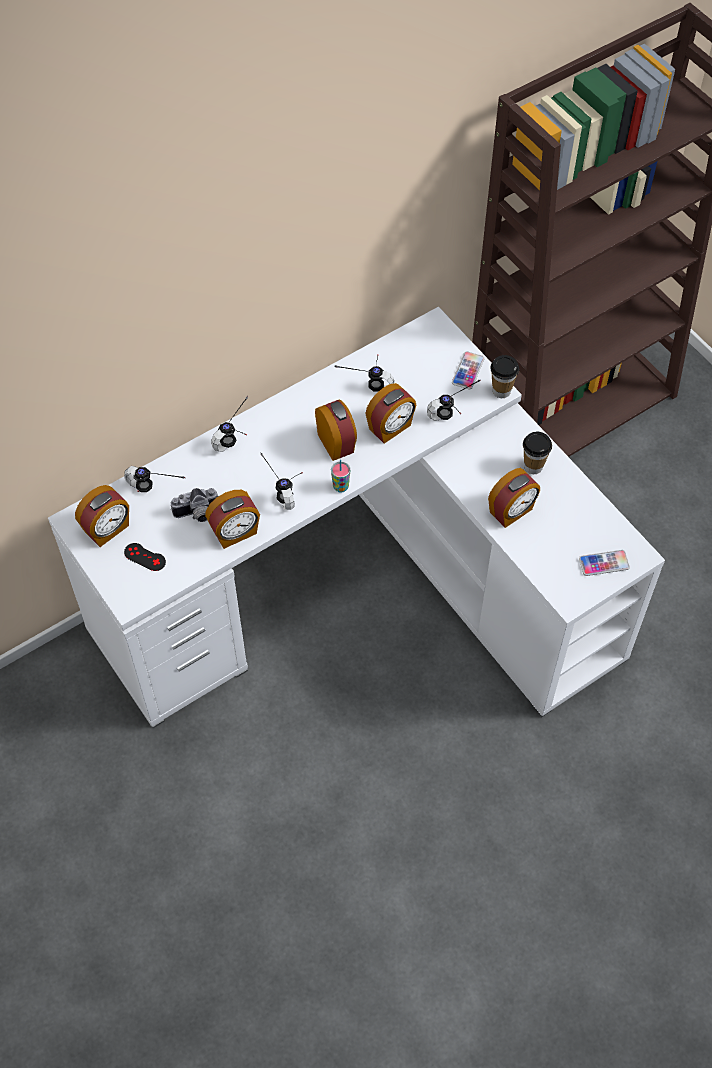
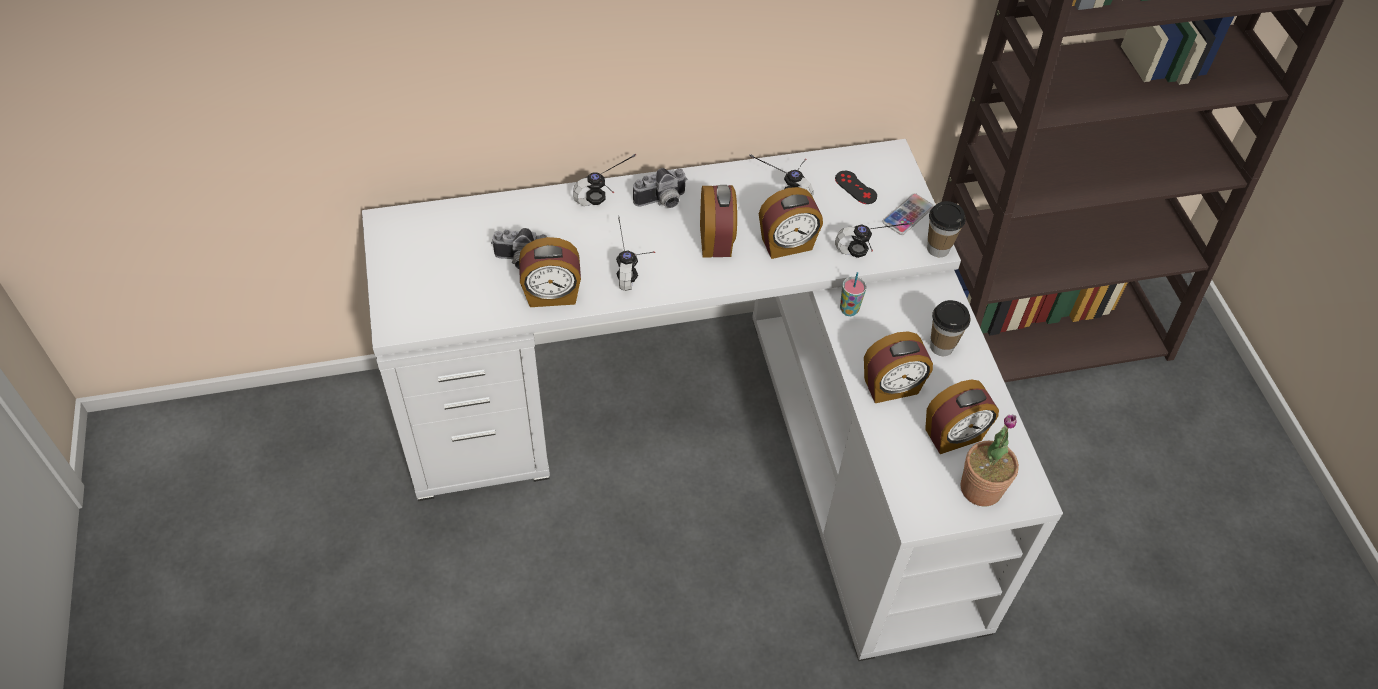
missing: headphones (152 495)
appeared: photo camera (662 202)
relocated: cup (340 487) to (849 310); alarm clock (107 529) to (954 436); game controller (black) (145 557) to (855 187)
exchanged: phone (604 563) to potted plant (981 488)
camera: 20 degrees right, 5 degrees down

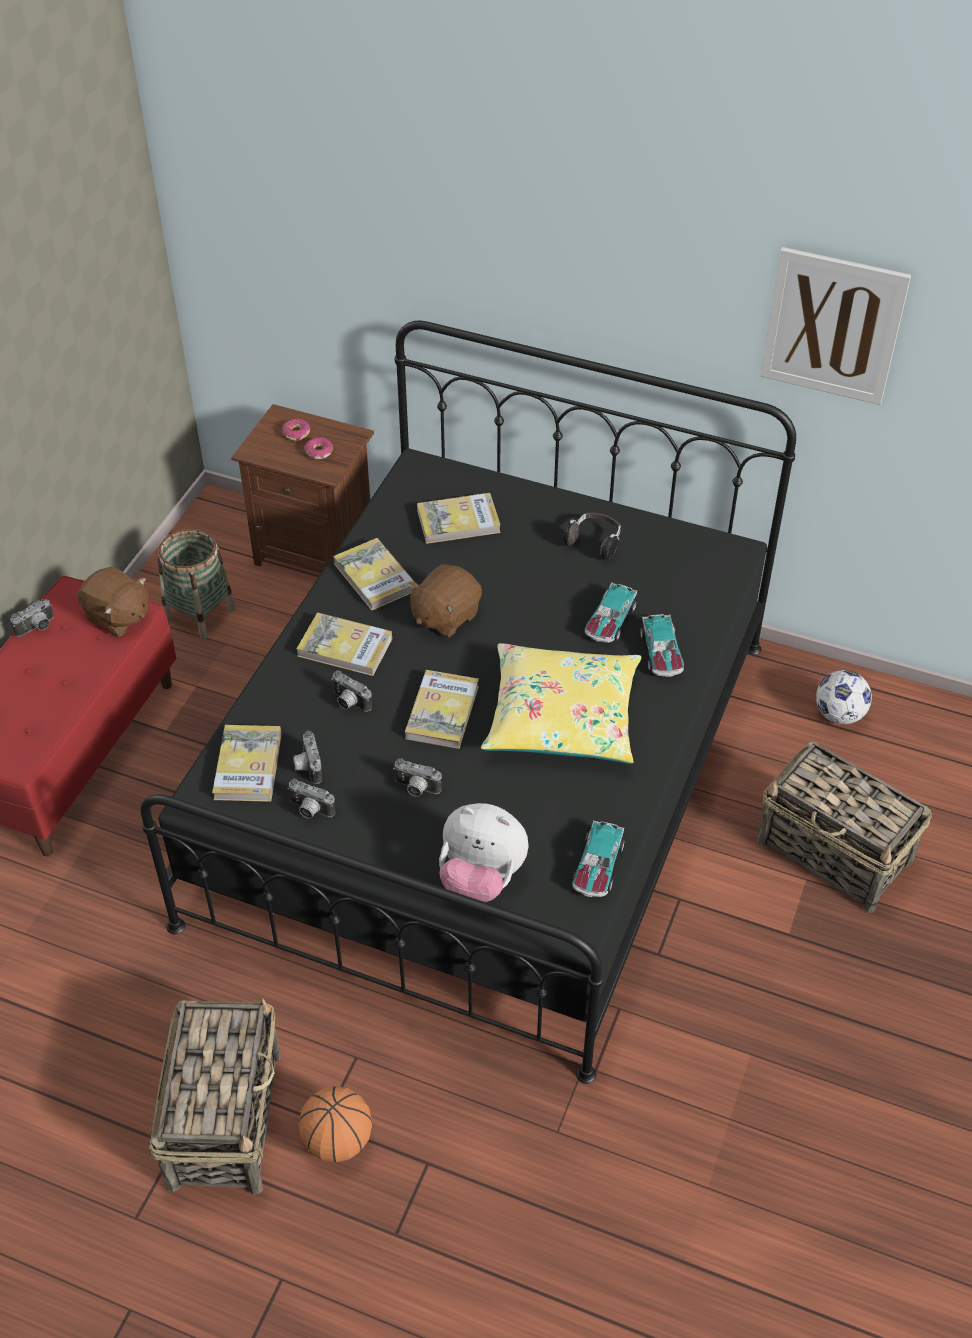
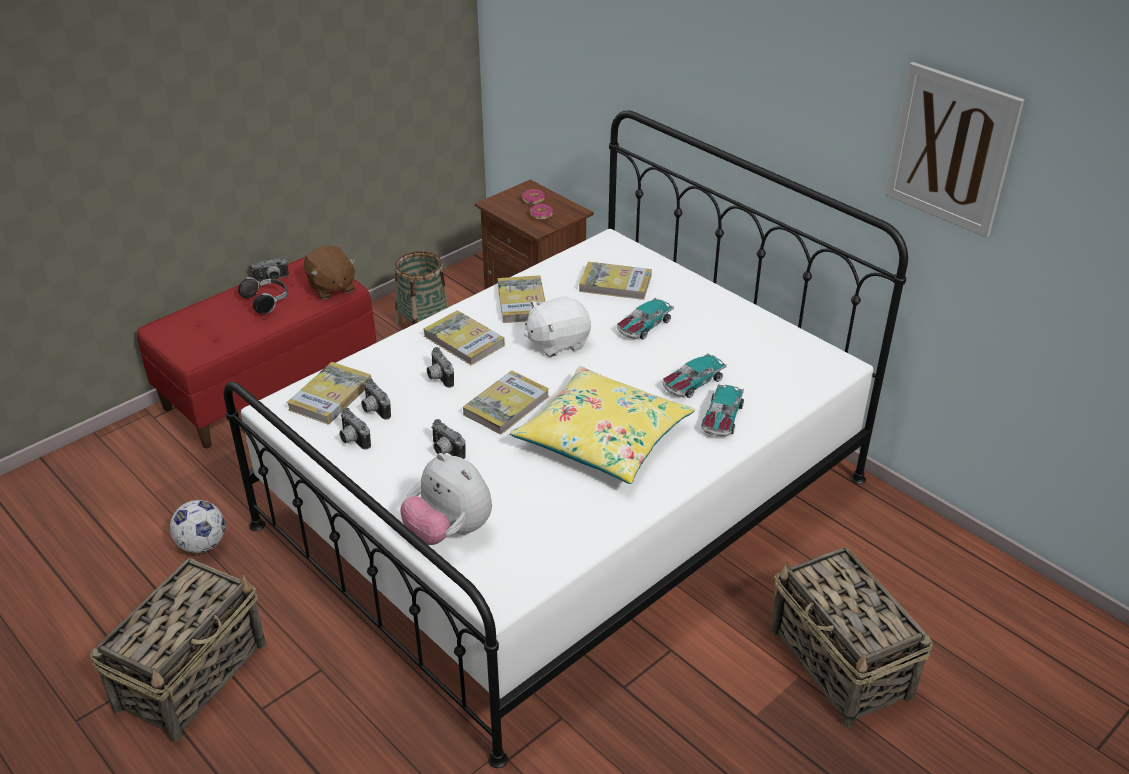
missing: basketball (337 1140)
relocated: headphones (594 542) to (267 302); football (839 714) to (202 545); toy car (597 867) to (644 326)
colour: bed (black) (485 777) to bed (white) (564 501); plush toy (brown) (445 616) to plush toy (white) (557 342)
spun: photo camera (307 766) = (373 410) 45 degrees counterclockwise
camera: 25 degrees right, 10 degrees down

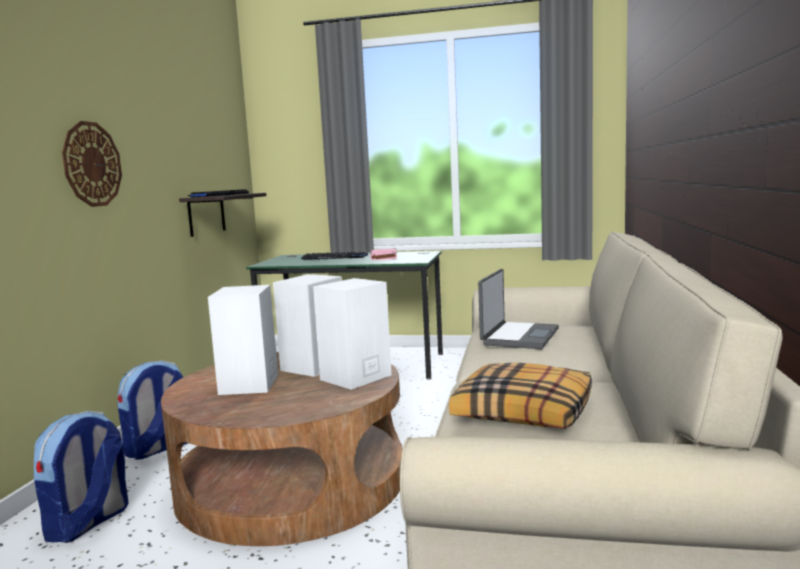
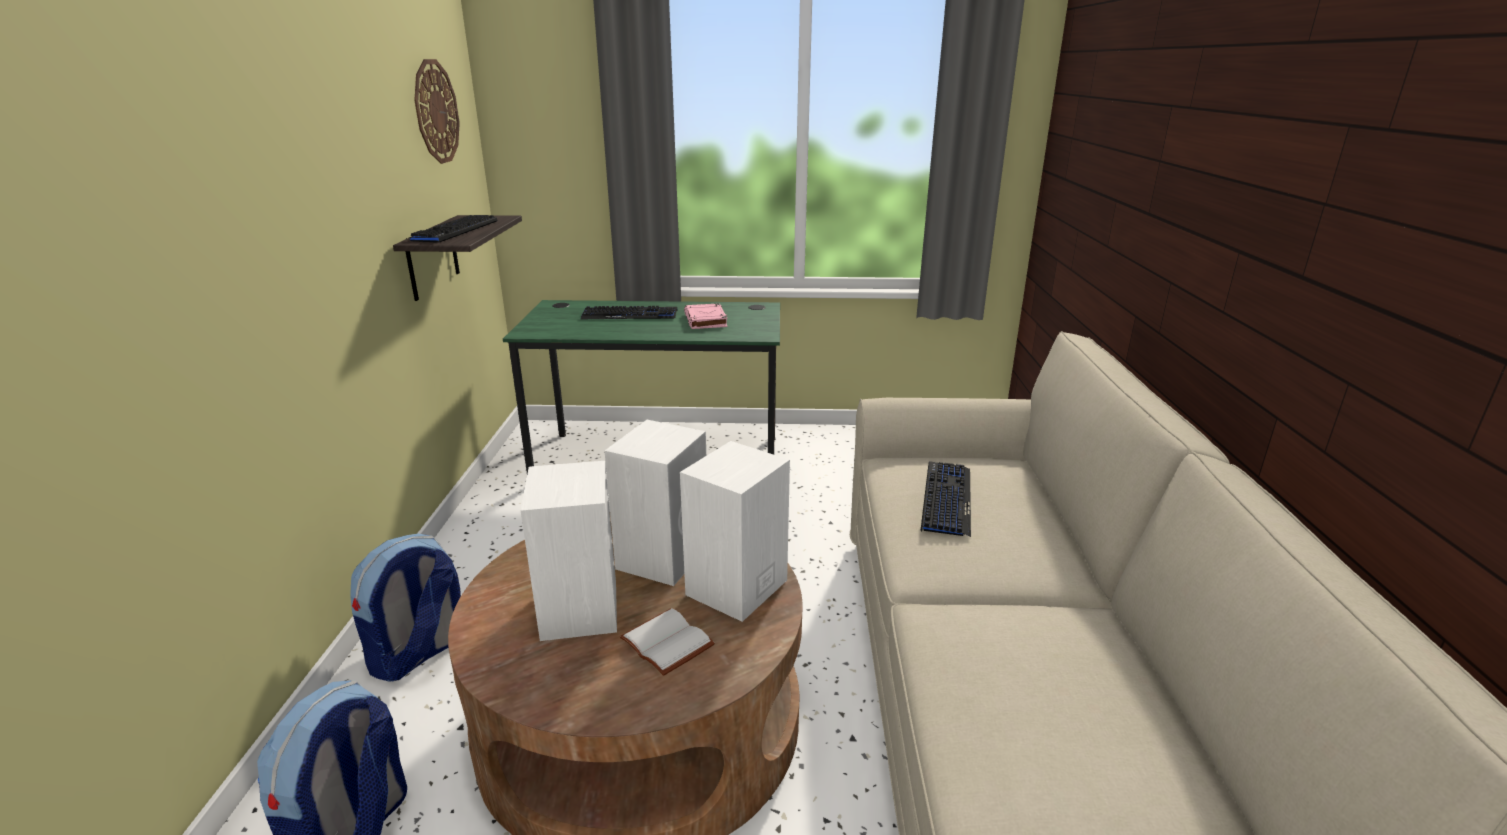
missing: pillow (524 412)
appeared: book (white) (669 642)
relocated: wall clock (92 164) to (436 112)
exchanged: laptop (518 337) to keyboard (946 499)
camera: 10 degrees left, 15 degrees up

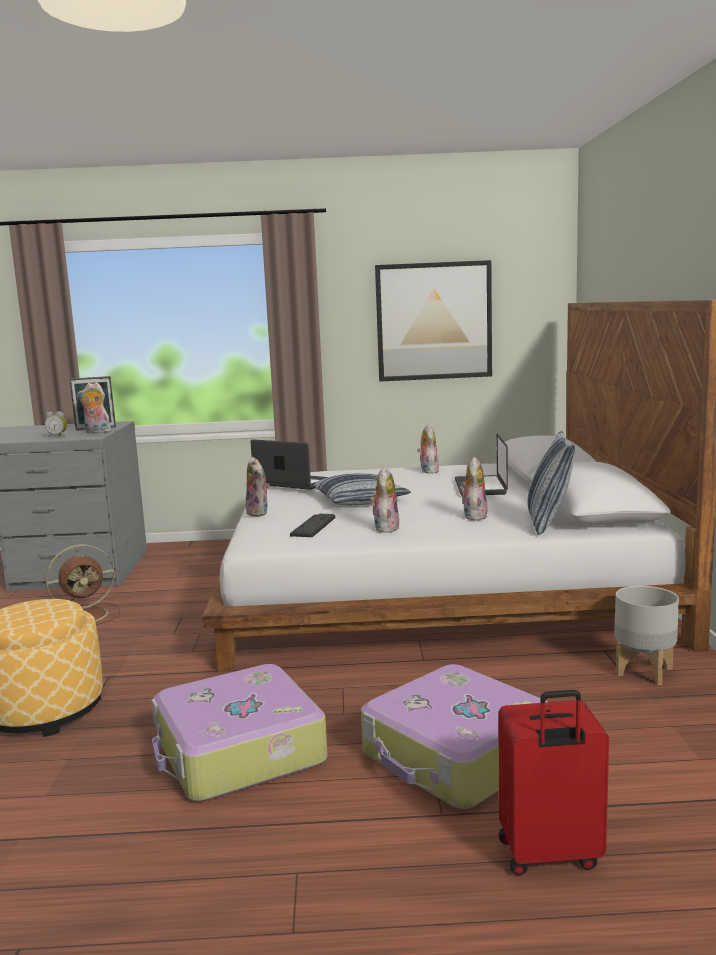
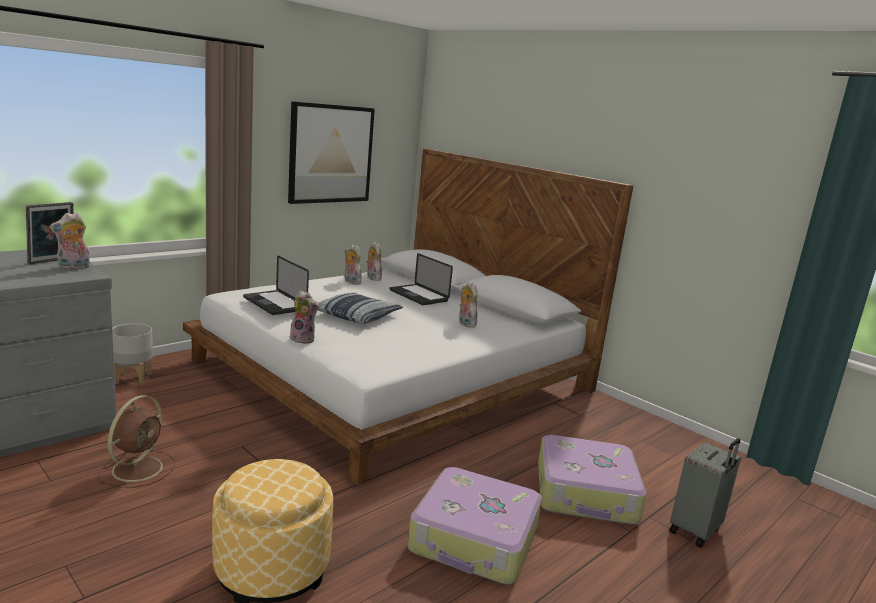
missing: alarm clock (58 436); pillow (548 522); keyboard (313 526)
relocated: plush toy (385 528) to (372 278); planter (grey) (644 671) to (133 378)
colour: suitcase (red) (549 855) to suitcase (grey) (696 531)
spun: laptop (293 483) = (274 304) 120 degrees counterclockwise
camera: 45 degrees left, 5 degrees up

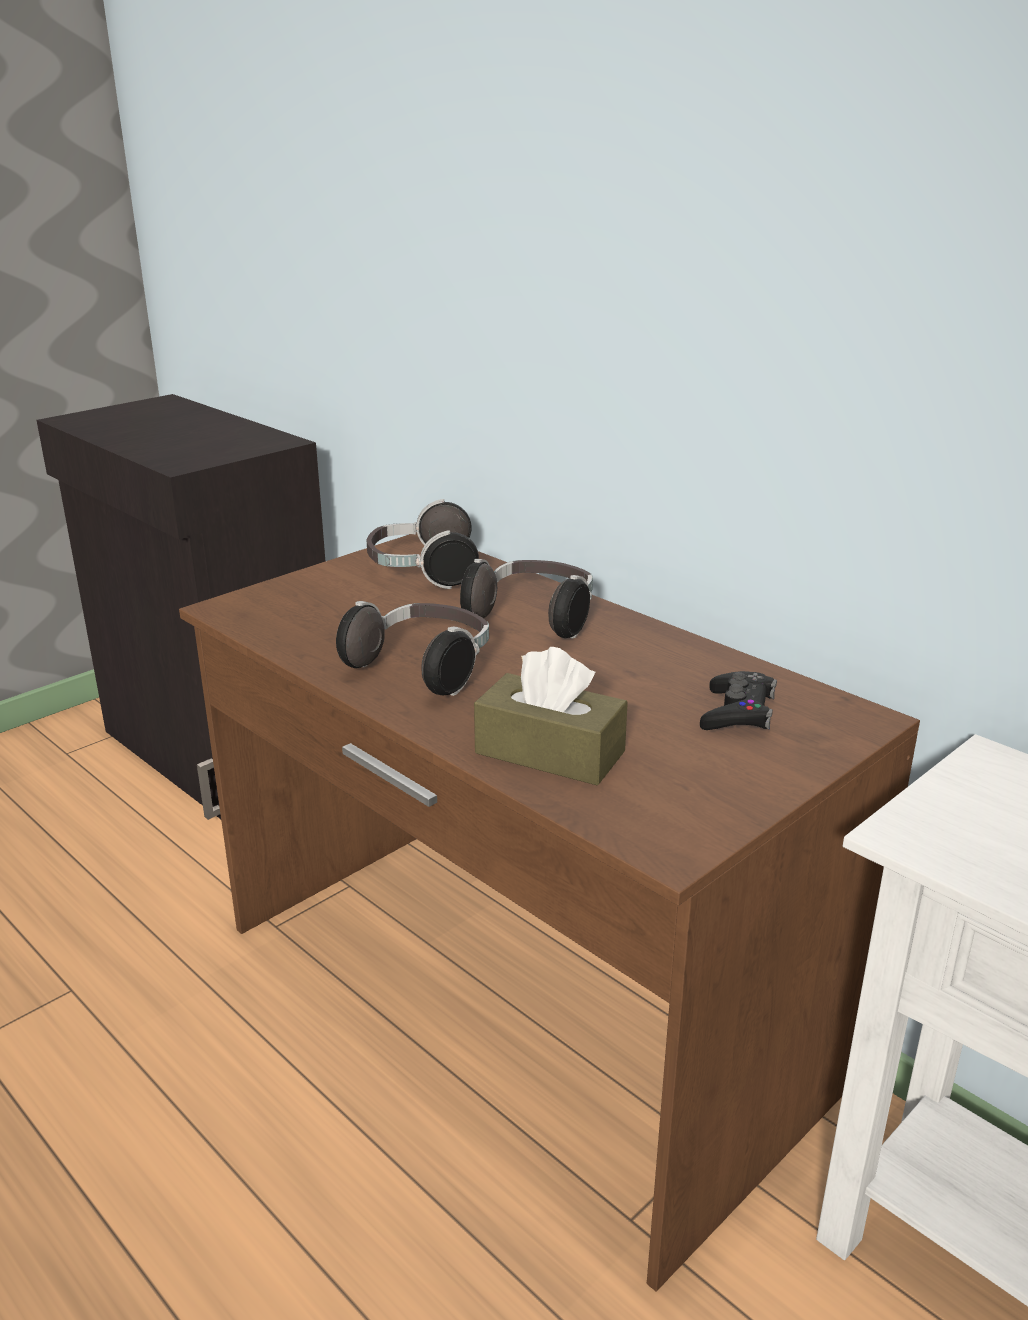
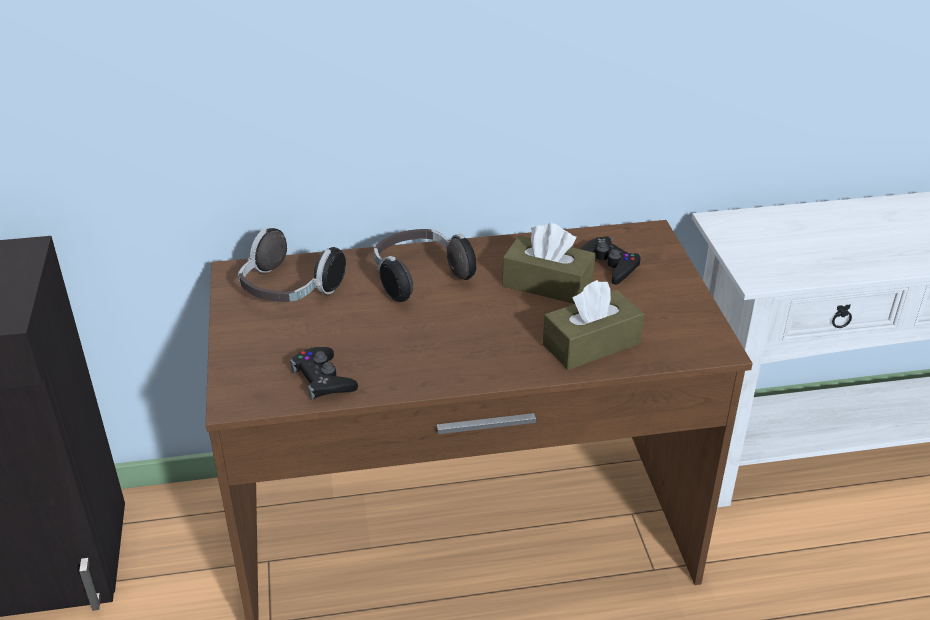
missing: headphones (424 668)
appeared: tissue box (brown) (547 284); game controller (black) (323 379)
camera: 55 degrees left, 10 degrees up

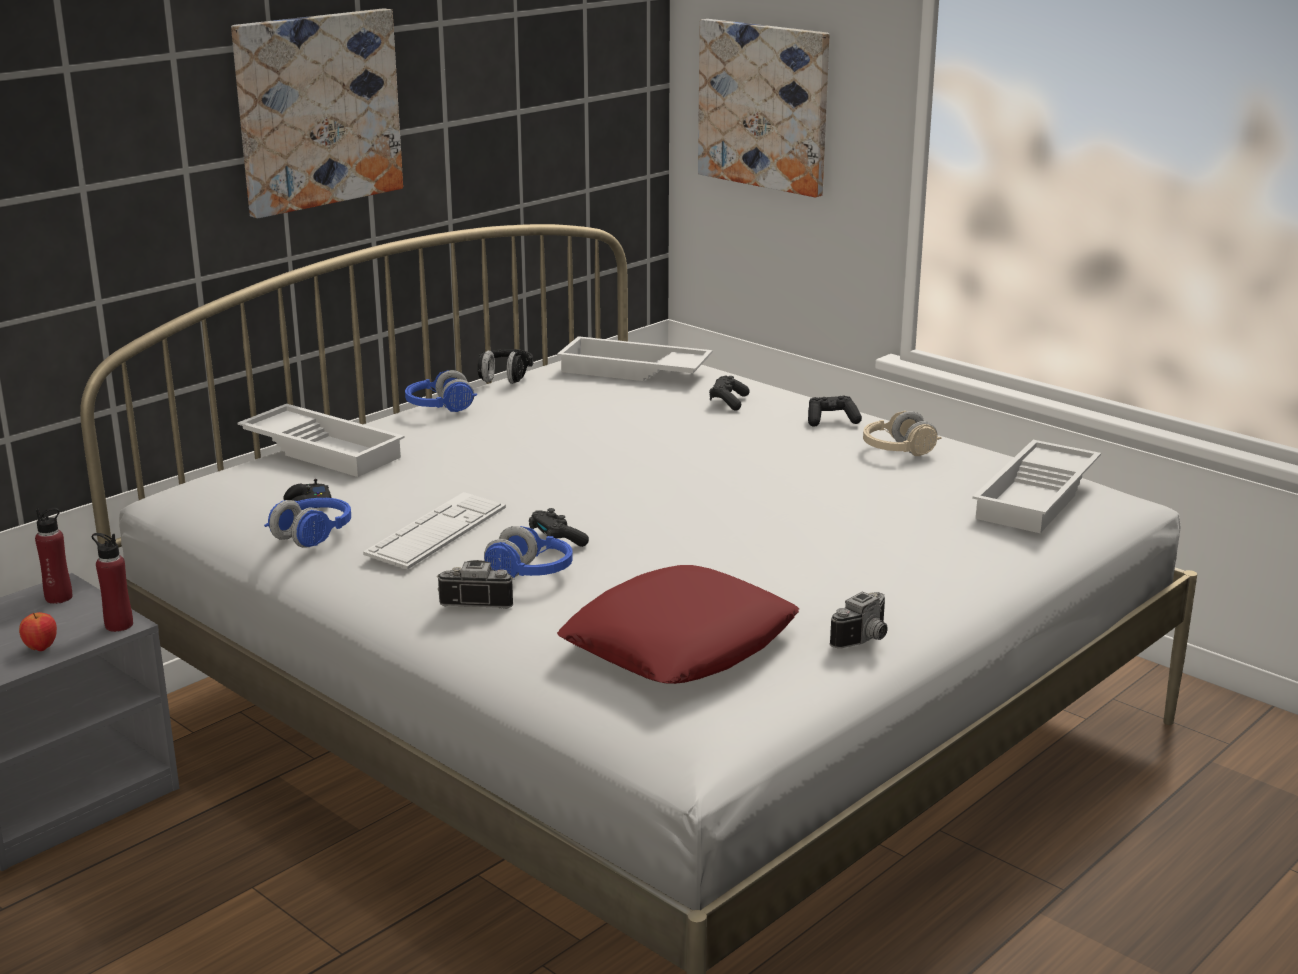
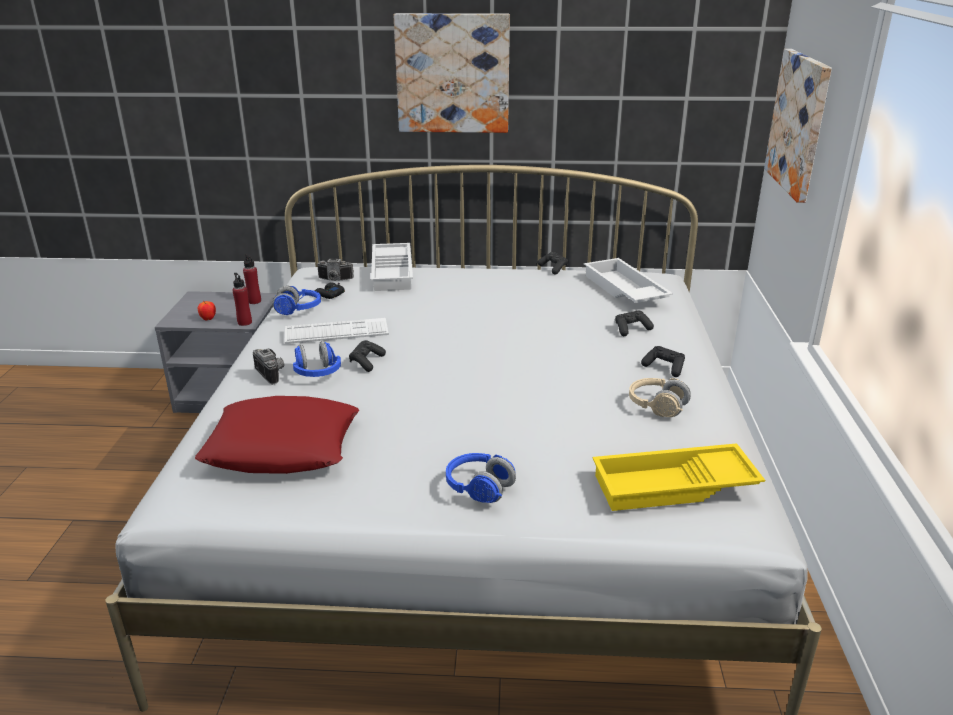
relocated: headphones (blue) (440 408) to (479 489); photo camera (866 639) to (334 280)
exchanged: headphones (black) (504 377) to game controller (black) (553 268)
colour: tray (white) (1038 497) to tray (yellow) (673 487)
camera: 50 degrees right, 5 degrees up

